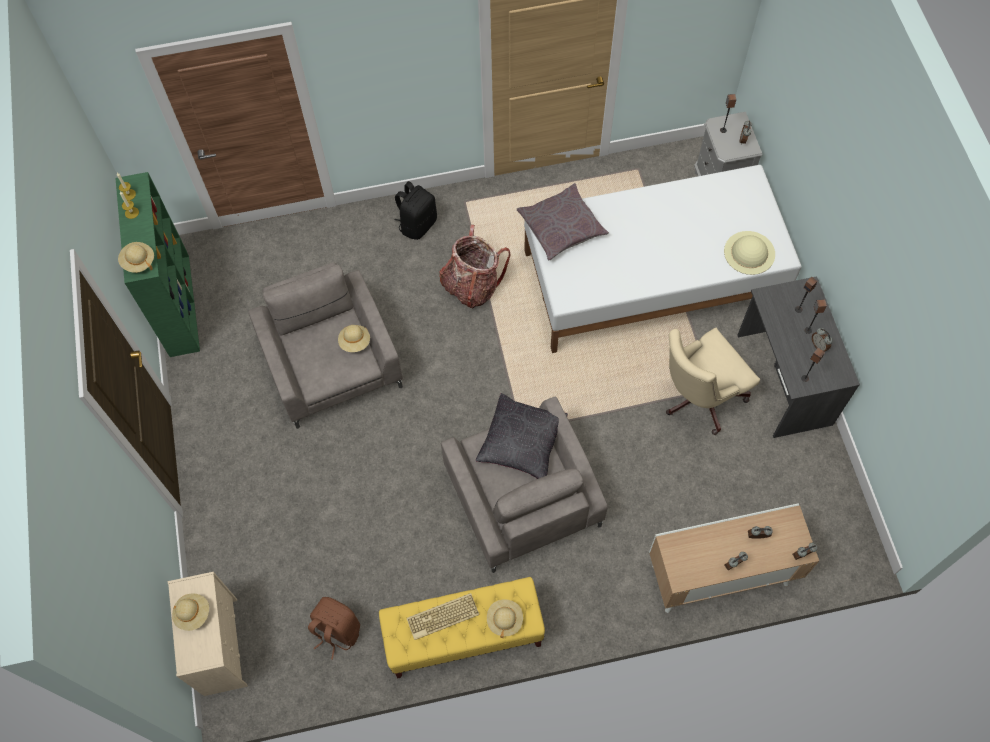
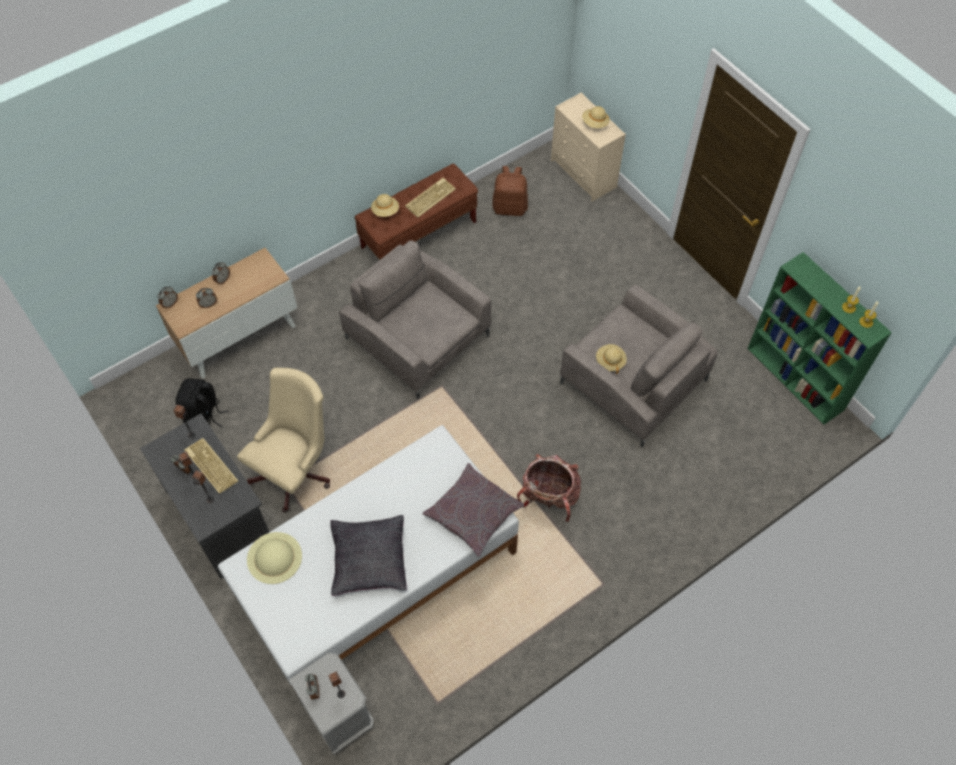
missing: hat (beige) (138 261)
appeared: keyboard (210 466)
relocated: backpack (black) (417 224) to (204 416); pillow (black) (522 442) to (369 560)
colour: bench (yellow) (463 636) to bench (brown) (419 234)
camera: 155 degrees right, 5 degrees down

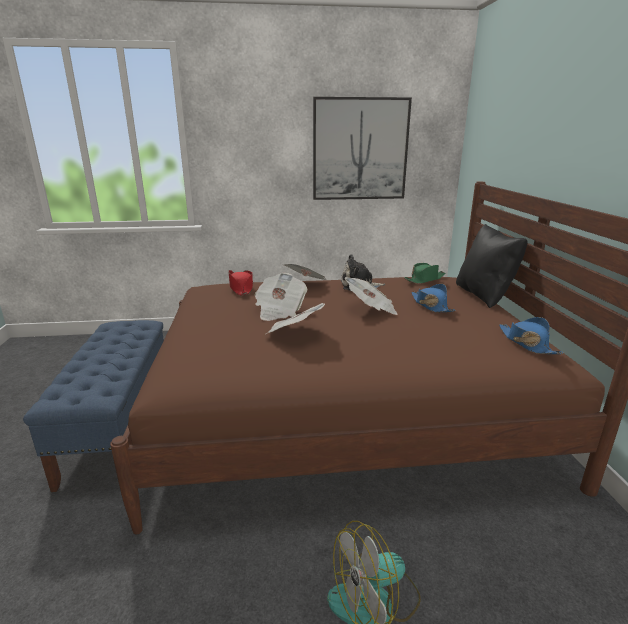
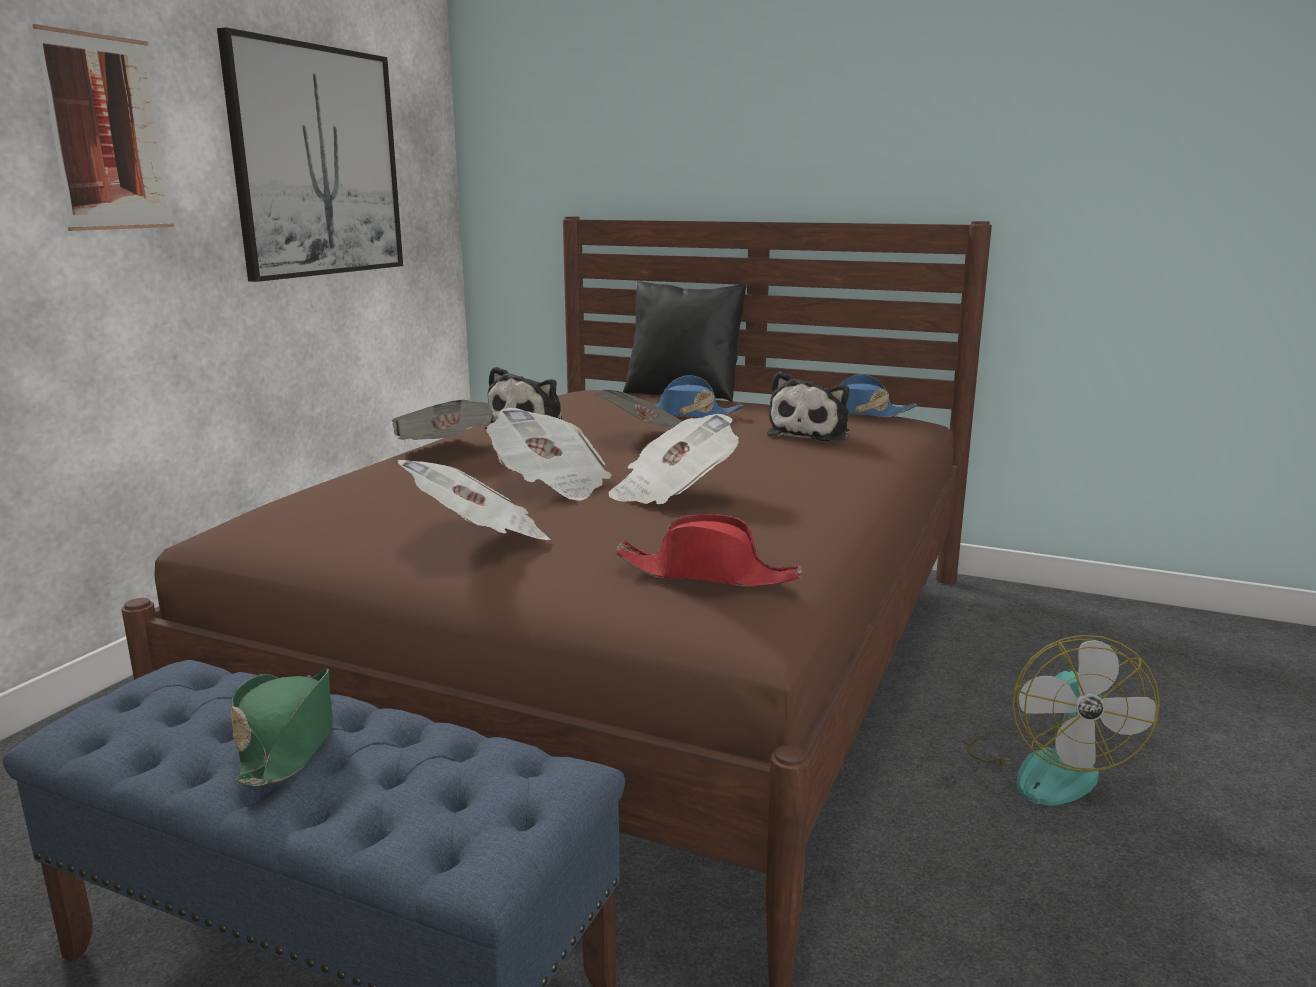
appeared: picture (107 133); plush toy (811 434); newspaper (479 536)
relocated: hat (green) (424 279) to (288 740); hat (red) (241 288) to (708 574)
camera: 60 degrees left, 5 degrees down

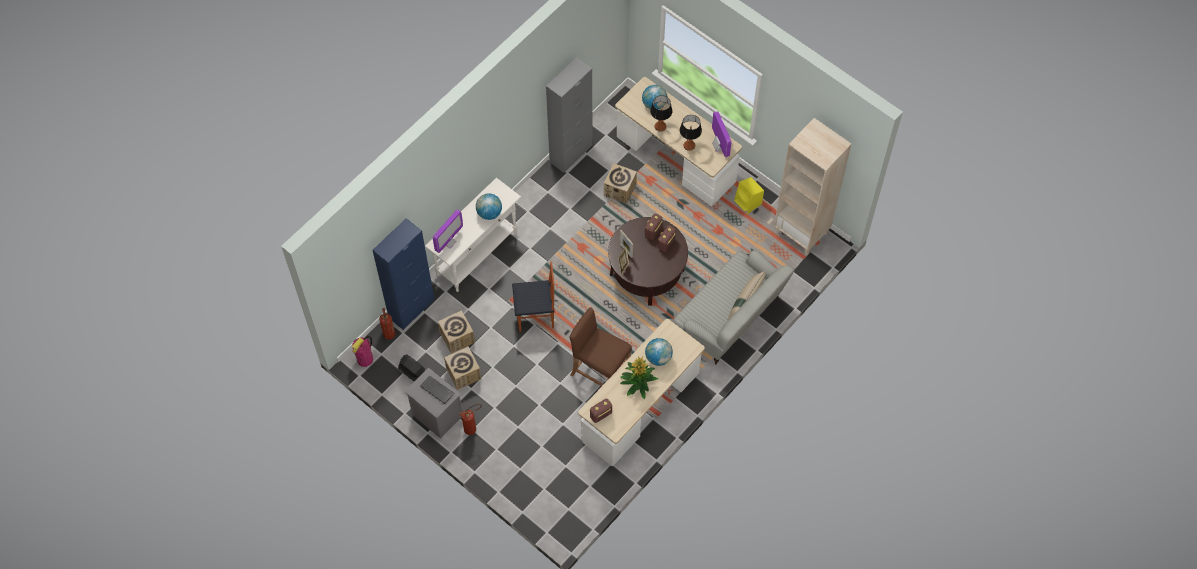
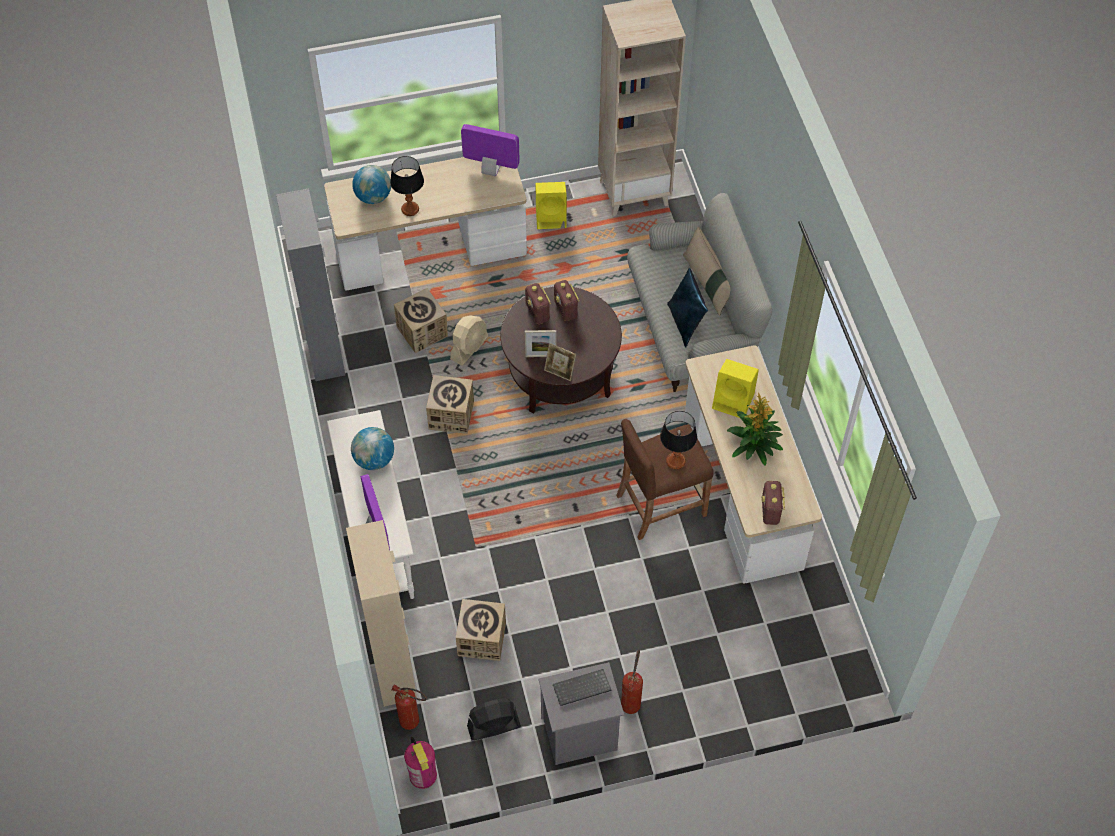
missing: chair (536 317)
appeared: pillow (blue) (686 323); fan (beige) (469 348)
relocated: table lamp (689 145) to (675 461); cardboard box (463 373) to (451 415)
exchanged: globe (658 357) to speaker (yellow) (734 401)
colour: cabinet (blue) (411 308) to cabinet (beige) (393 669)
camera: 55 degrees left, 5 degrees down

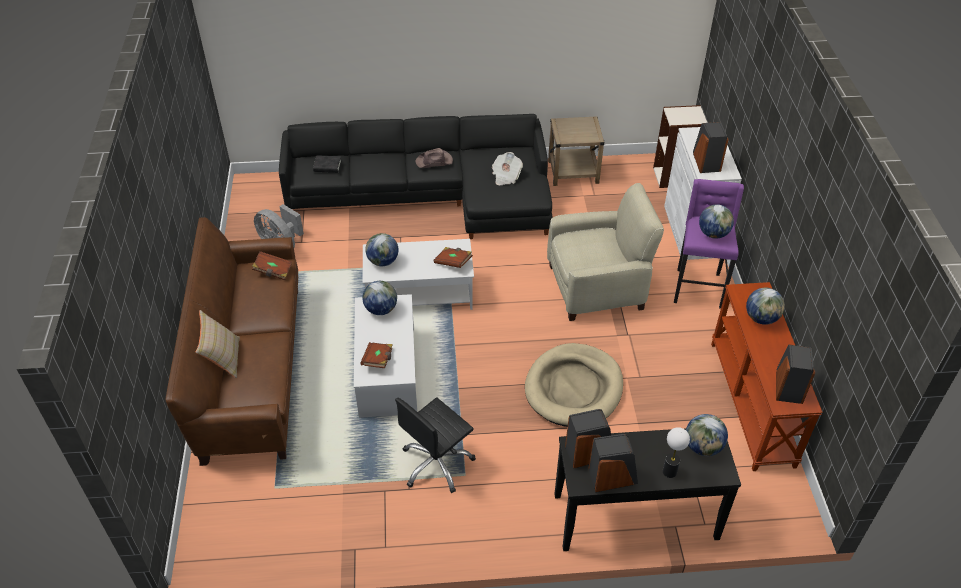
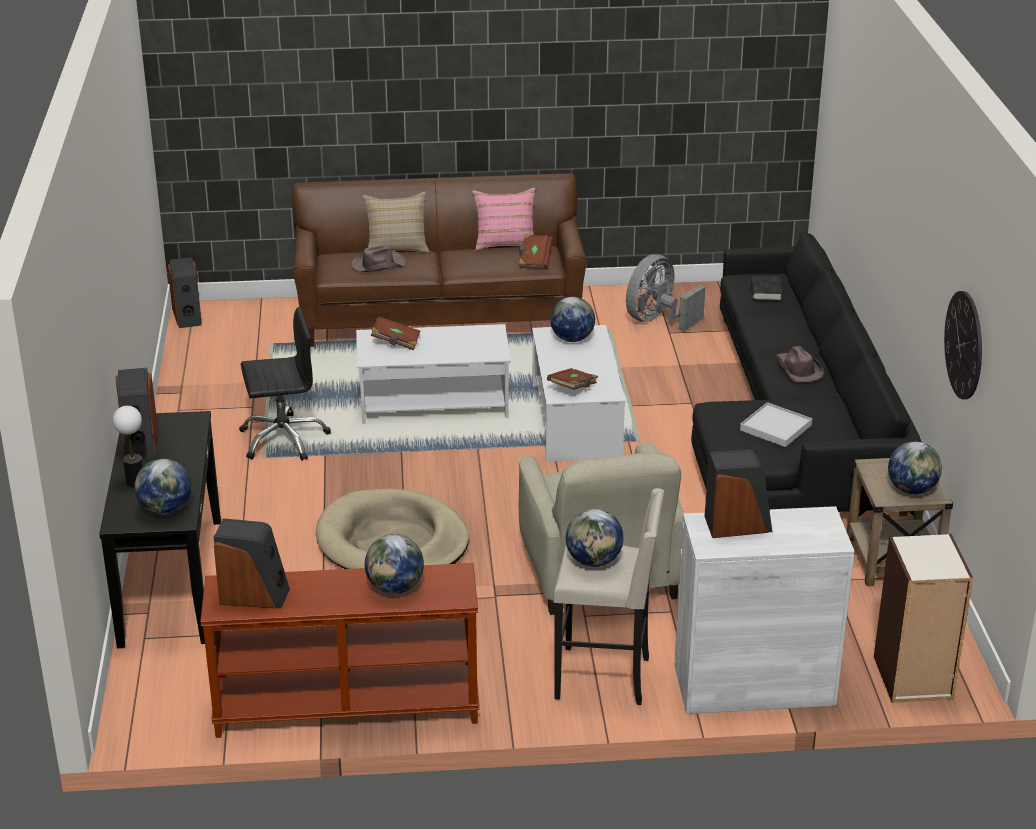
appeared: pillow (pink) (505 243); hat (brown) (377 264); wall clock (964 345)
relocated: globe (381 309) to (912 490); speaker (589 452) to (188 316)
exchanged: newspaper (506 176) to tray (white) (775 427)
colour: stool (purple) (697 287) to stool (beige) (605 677)
spun: office chair (black) (437 464) = (283 439) 120 degrees clockwise
camera: 90 degrees right, 15 degrees down

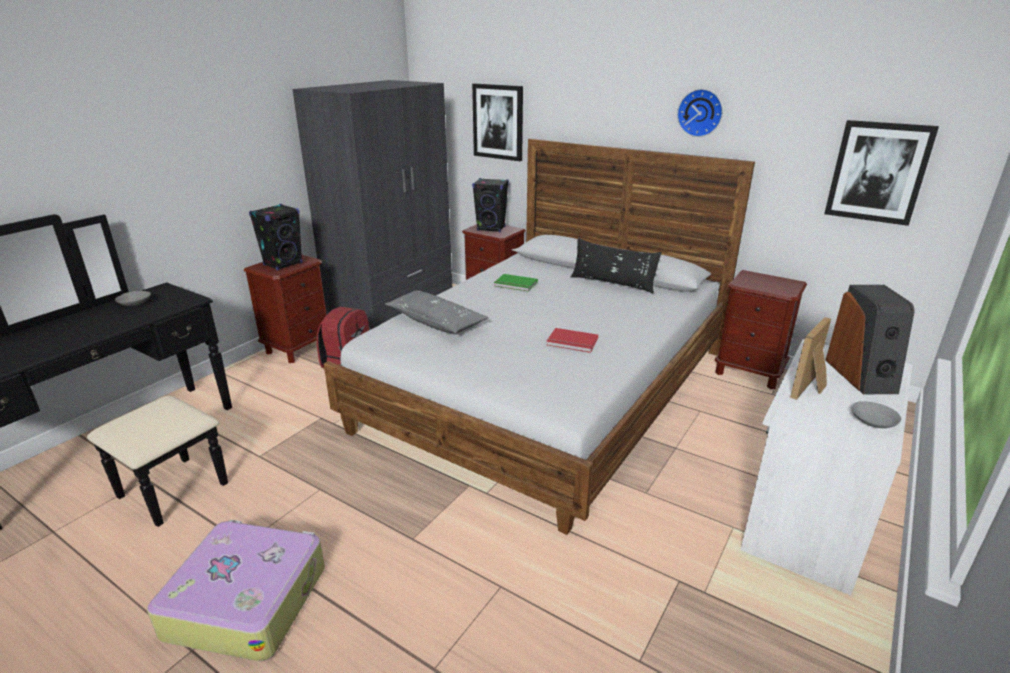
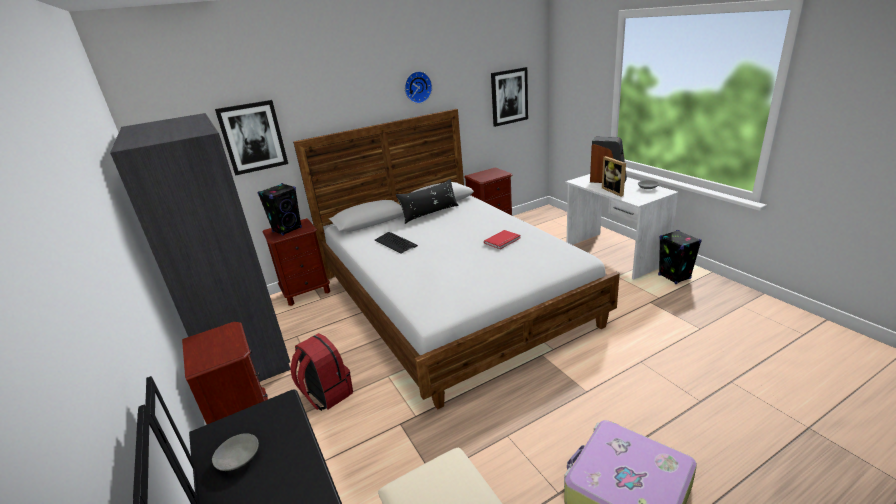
missing: pillow (grey) (436 321)
relocated: speaker (black) (283 264) to (674 277)
exchanged: book (green) (515 284) to keyboard (395 243)
camera: 60 degrees left, 0 degrees up

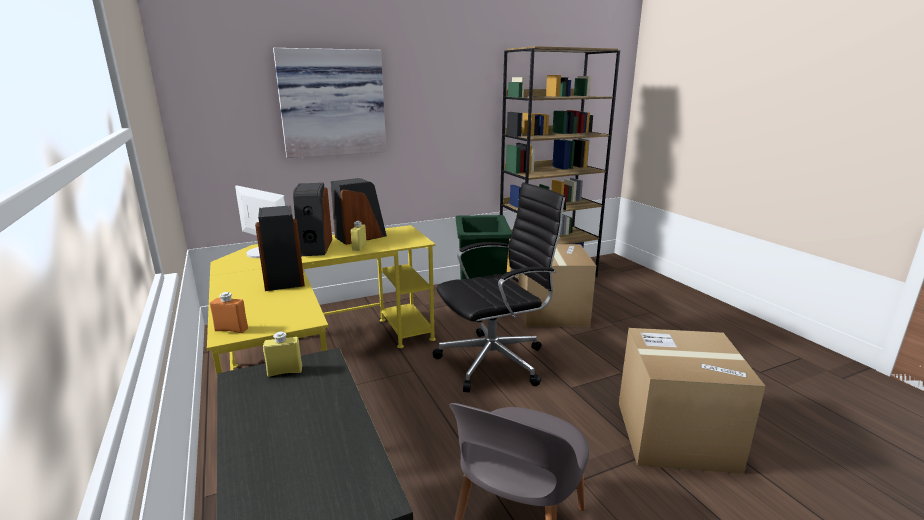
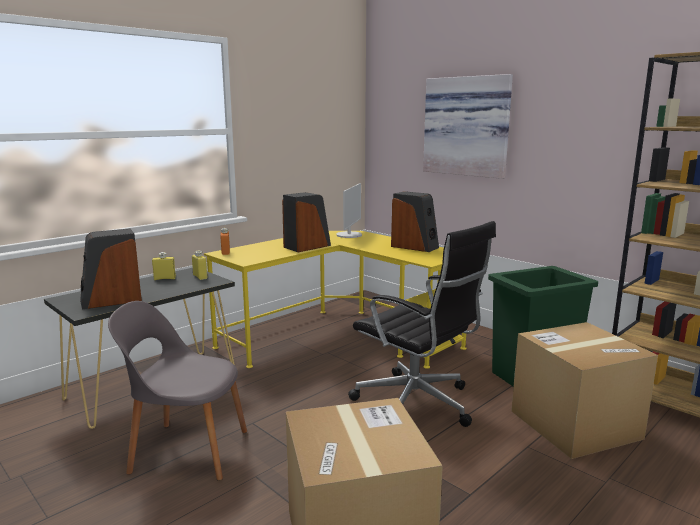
relocated: speaker (314 247) to (111 300); bottle (yellow) (359 247) to (164 278)
camera: 70 degrees right, 5 degrees down

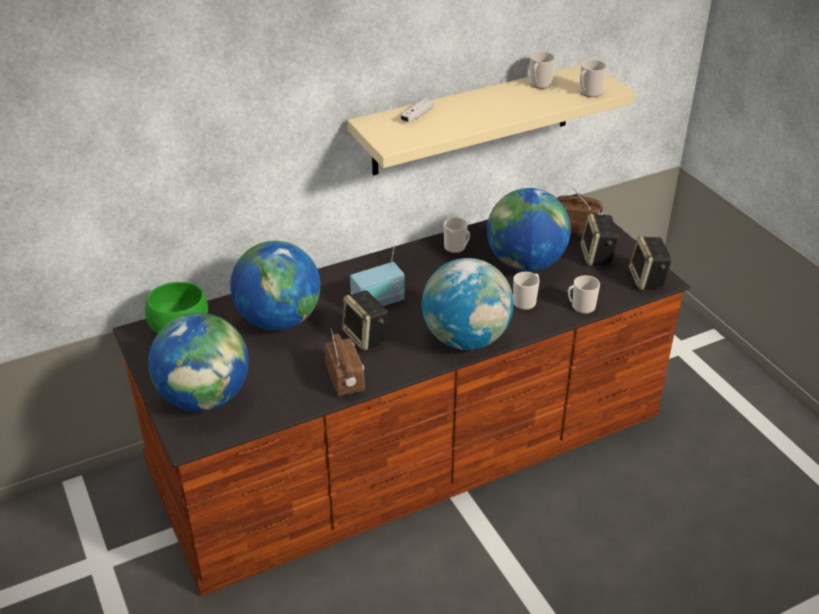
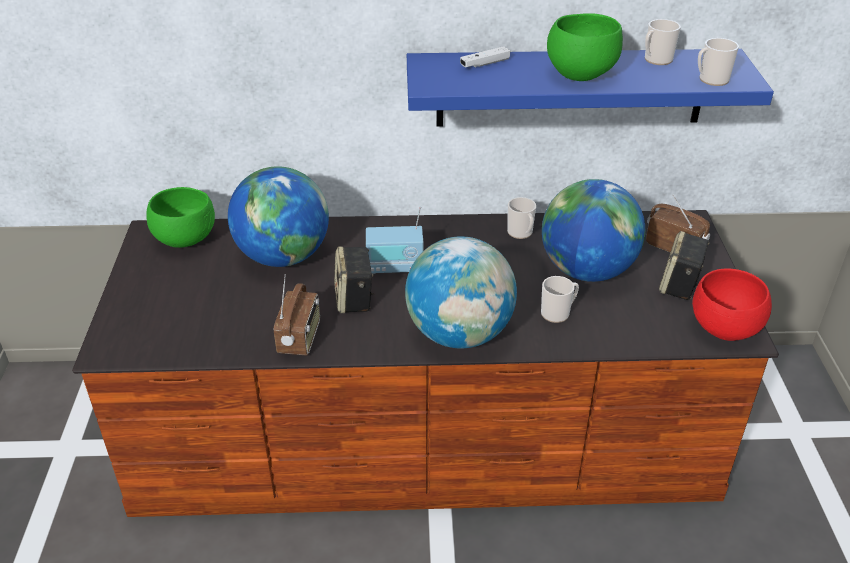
missing: mug (580 307); globe (205 398)
appeared: bowl (green) (579 74)
exchanged: speaker (647 280) to bowl (red) (725 330)
colour: shelf (beige) (473 119) to shelf (blue) (570 87)
camera: 25 degrees right, 0 degrees up

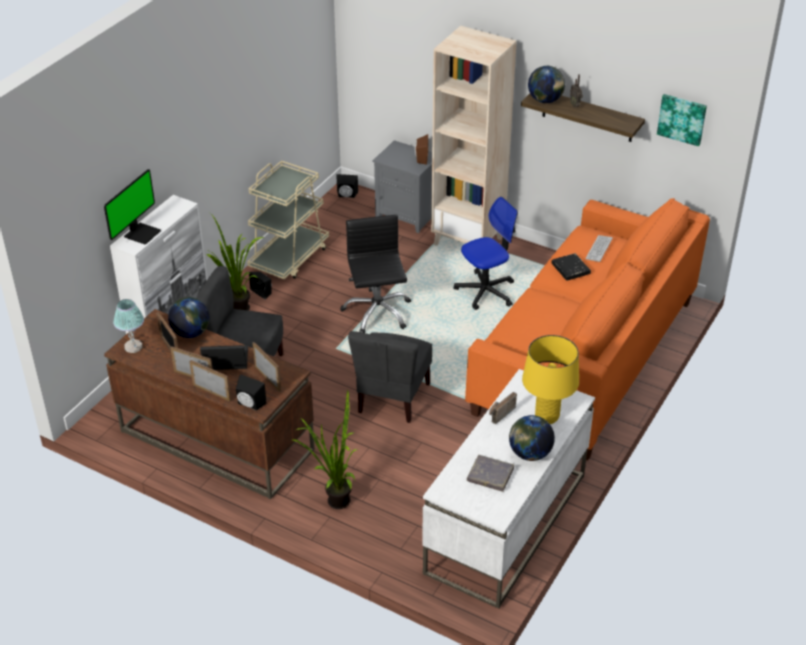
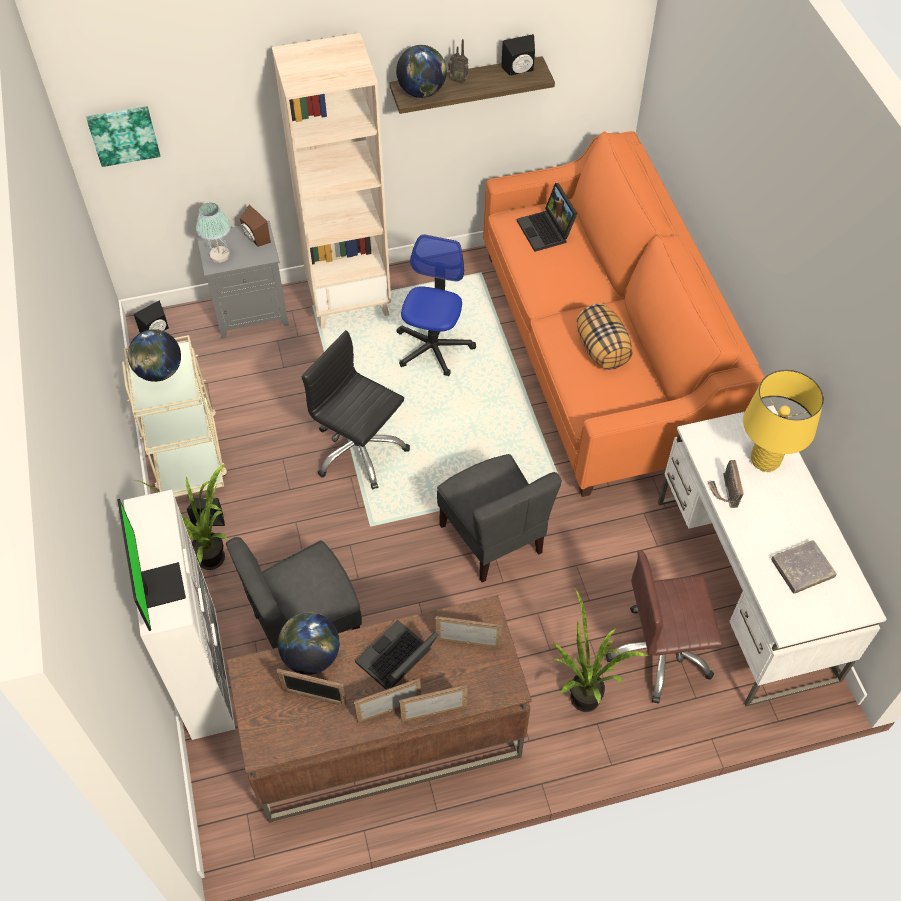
missing: book (black) (570 269)
appeared: pillow (602 350); office chair (brown) (660 653)
relocated: picture (682 119) to (123 134); table lamp (133 347) to (219 255); speaker (black) (249 404) to (519 71); globe (530 454) to (159 372)
exchanged: keyboard (598 249) to laptop (547 231)
camera: 45 degrees left, 15 degrees up

